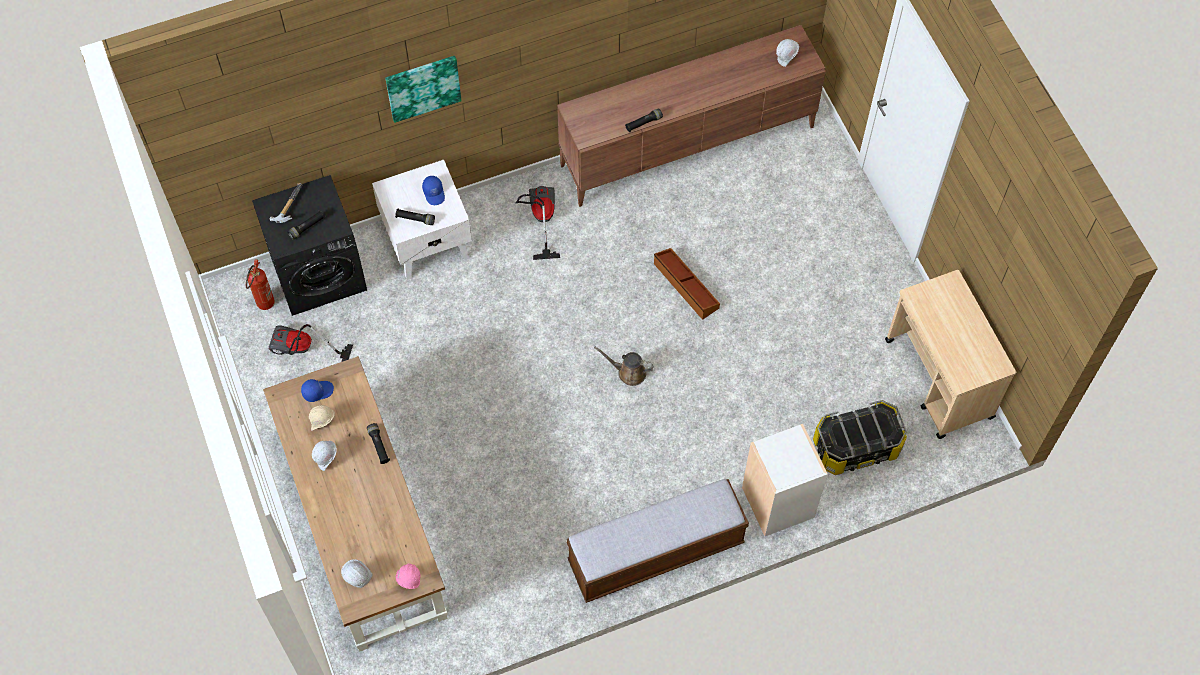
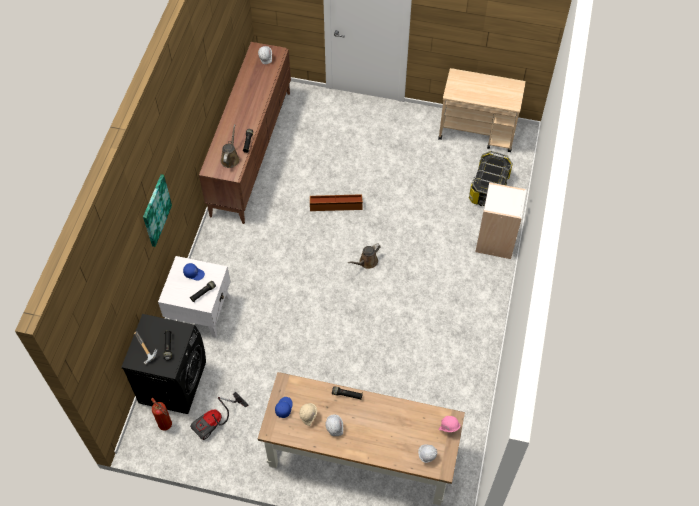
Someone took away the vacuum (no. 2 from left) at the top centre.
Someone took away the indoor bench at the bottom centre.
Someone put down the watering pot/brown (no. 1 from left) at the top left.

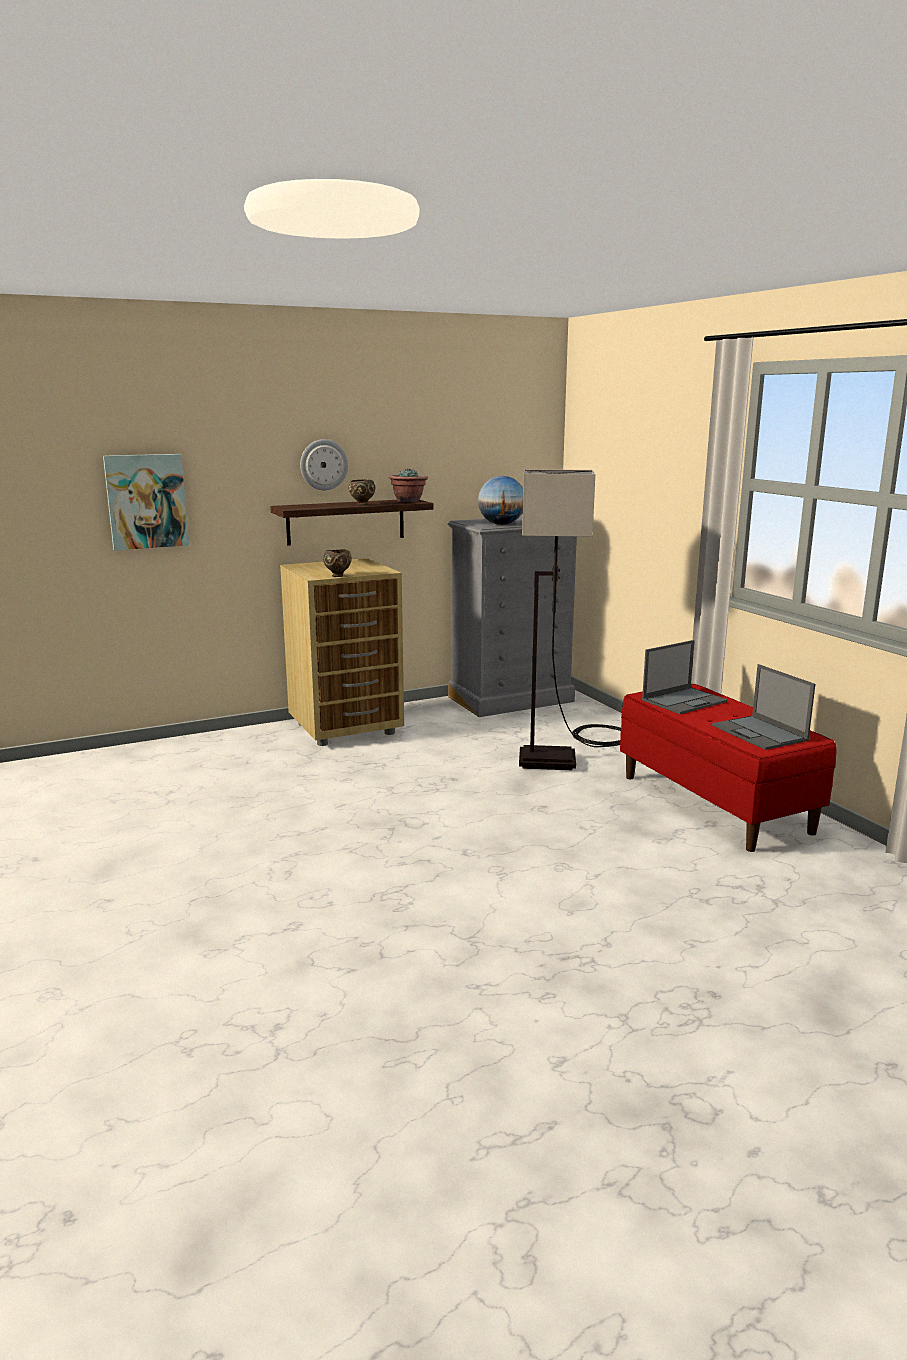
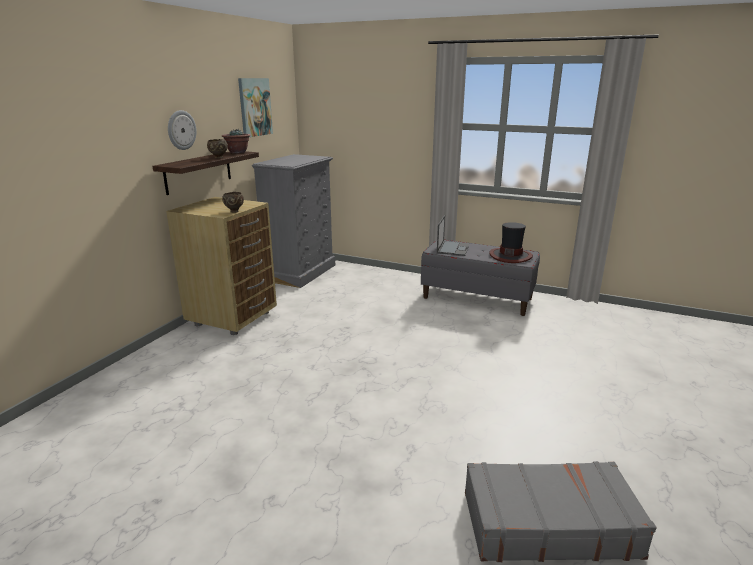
Someone took away the desk globe at the centre.
Someone took away the standing lamp at the centre.
Someone put down the piece of luggage/gray at the bottom right.
Someone carried the wall art from the middle left to the top centre.
Someone swapped the laptop (no. 2 from left) at the middle right for the hat at the middle right.
Someone repainted the indoor bench/red at the middle right, which became the indoor bench/gray at the centre.

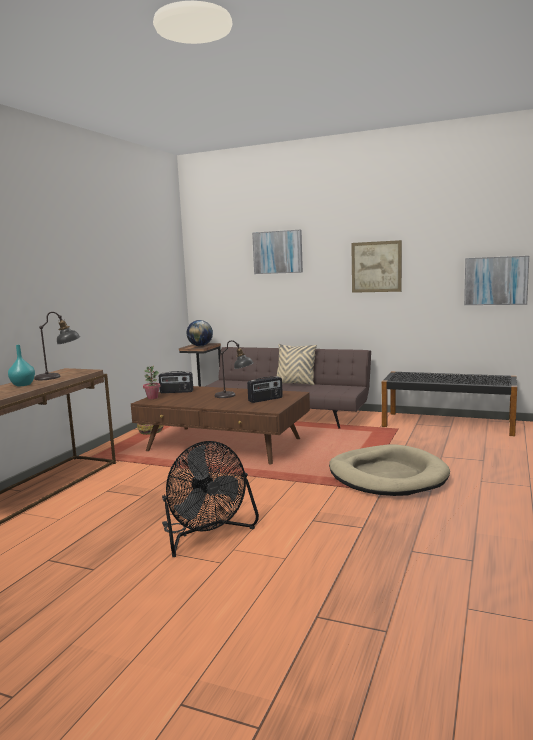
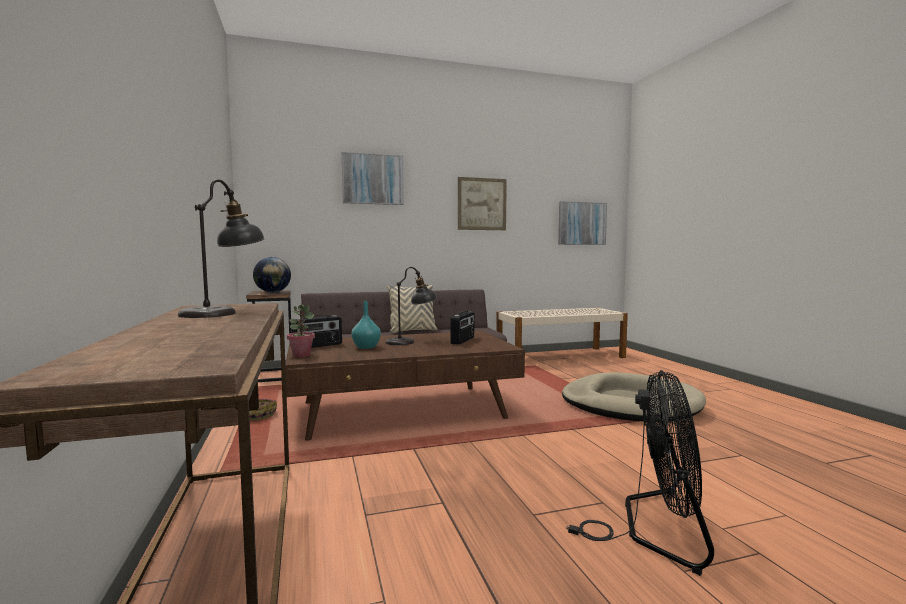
Someone carried the decorative vase/turquoise-coloured from the middle left to the centre.
Someone repainted the indoor bench/black at the middle right, which became the indoor bench/beige-coloured at the centre.

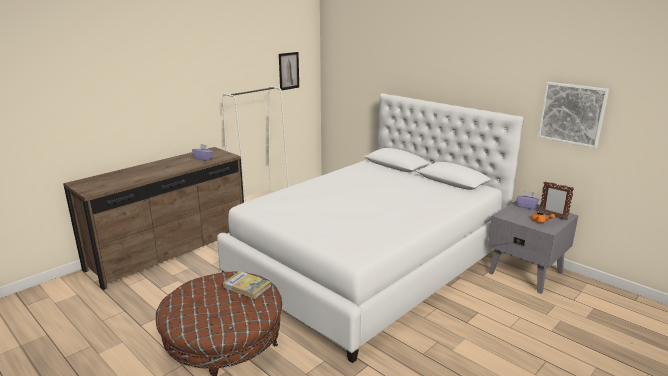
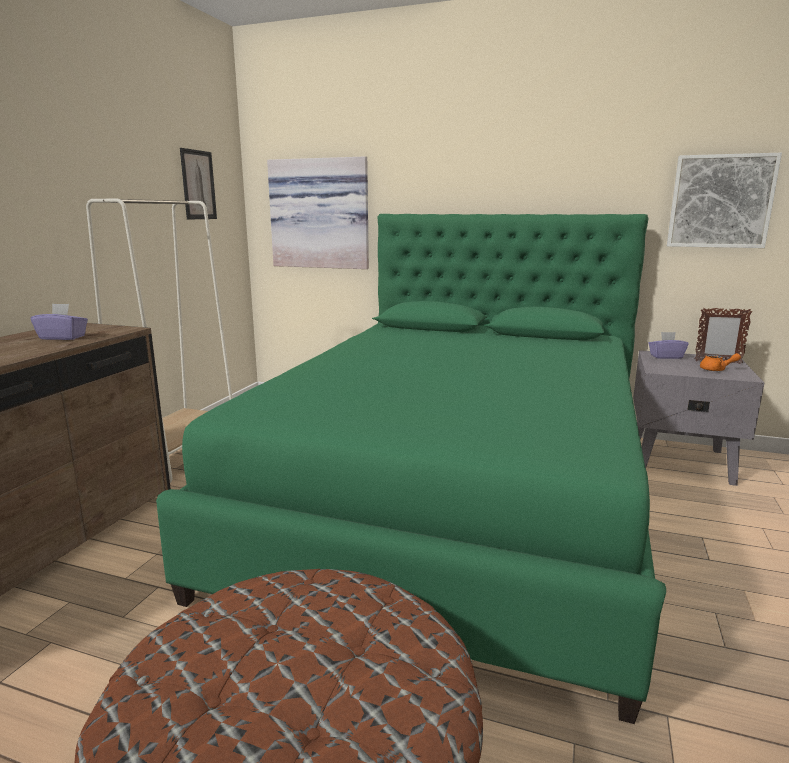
Someone took away the volume at the bottom centre.
Someone put up the wall art (no. 2 from left) at the top centre.
Someone repainted the bed/whitish at the centre, which became the bed/green at the centre.

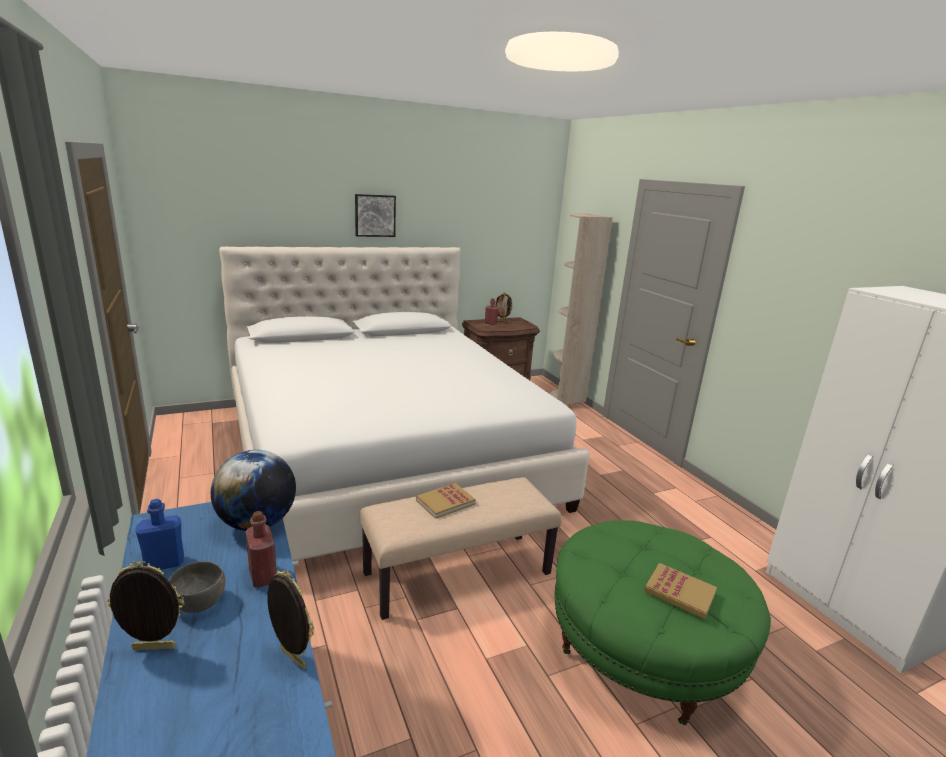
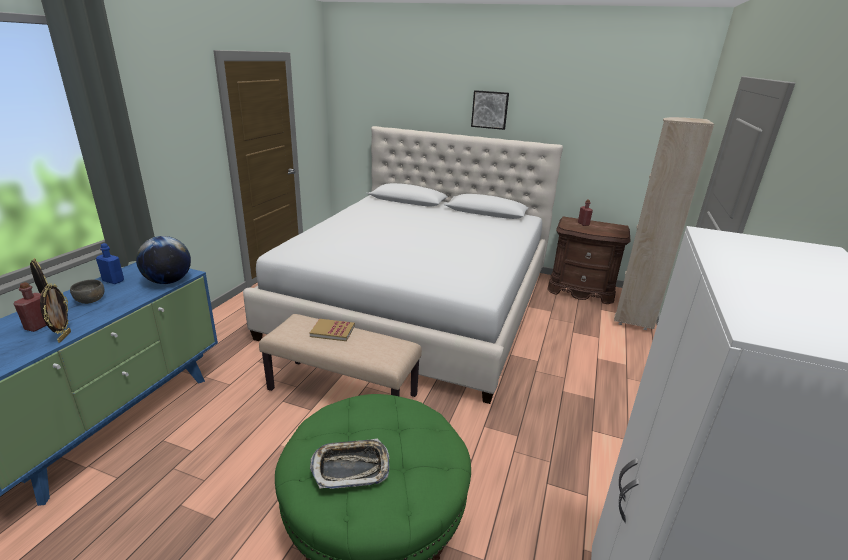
Someone took away the standing frame (no. 3 from left) at the centre.
Someone carried the beverage bottle/red (no. 1 from left) from the bottom left to the middle left.
Someone swapped the volume (no. 2 from left) at the bottom right for the carrying tray at the bottom centre.

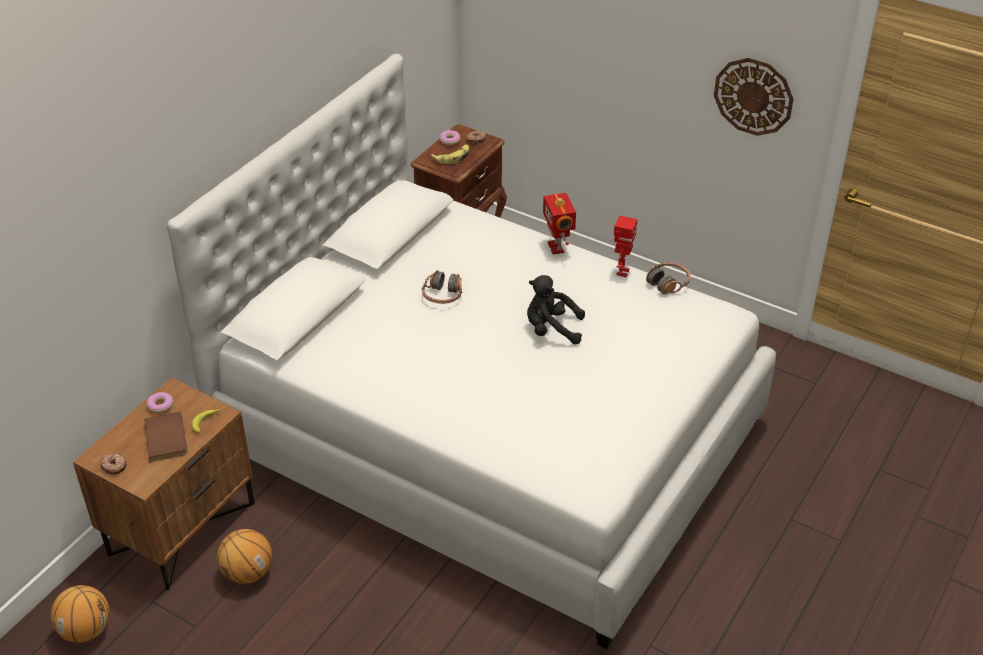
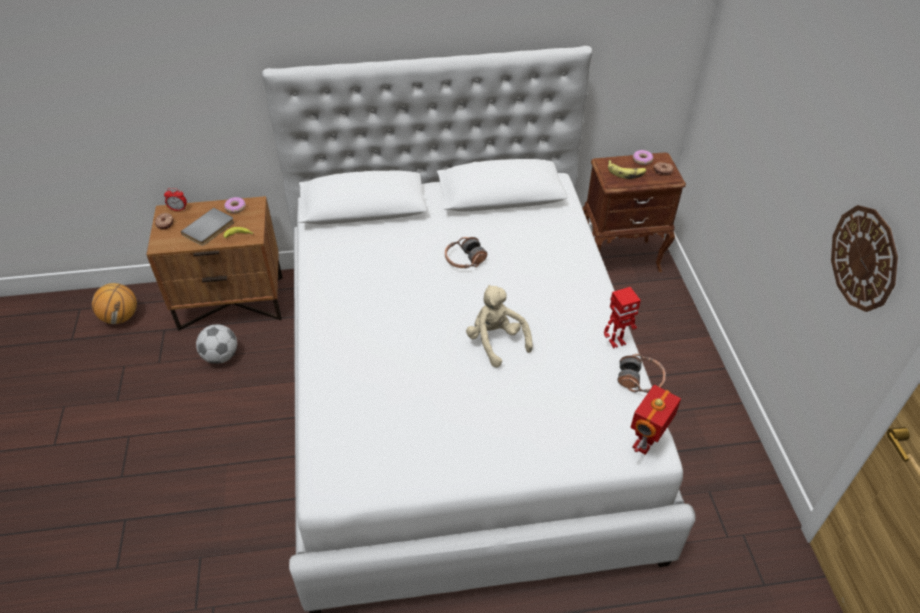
Someone put down the bedside clock at the top left.
Someone carried the toy robot (no. 1 from left in the first image) from the centre to the bottom right.
Someone swapped the basketball ball (no. 2 from left) at the bottom left for the football ball at the middle left.
Someone repainted the volume/brown at the bottom left, which became the volume/gray at the middle left.
Someone repainted the plush toy/black at the centre, which became the plush toy/beige-coloured at the centre.

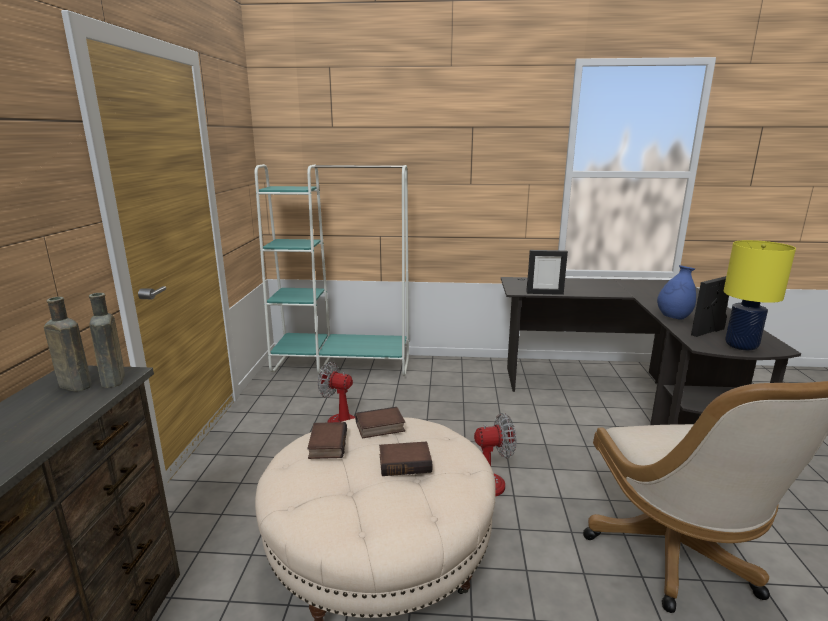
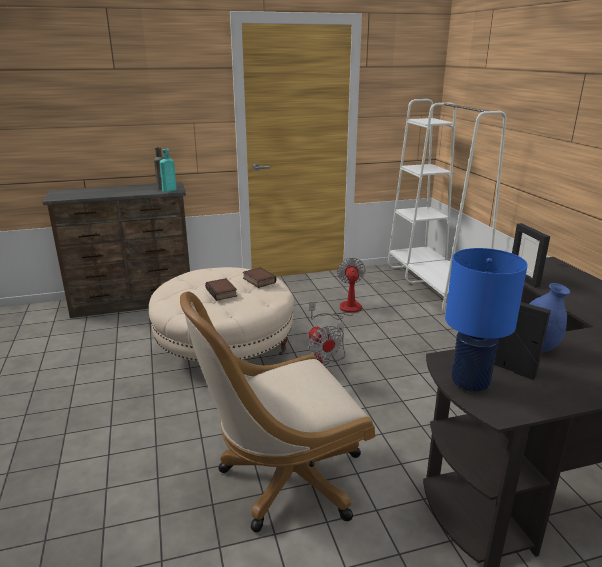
Someone took away the volume (no. 1 from left) at the bottom centre.
Someone repainted the beverage bottle/brown (no. 2 from left) at the middle left, which became the beverage bottle/turquoise-coloured at the top left.
Someone repainted the clothes rack/turquoise-coloured at the centre, which became the clothes rack/whitish at the middle right.
Someone repainted the lamp for a table/yellow-coloured at the middle right, which became the lamp for a table/blue at the middle right.

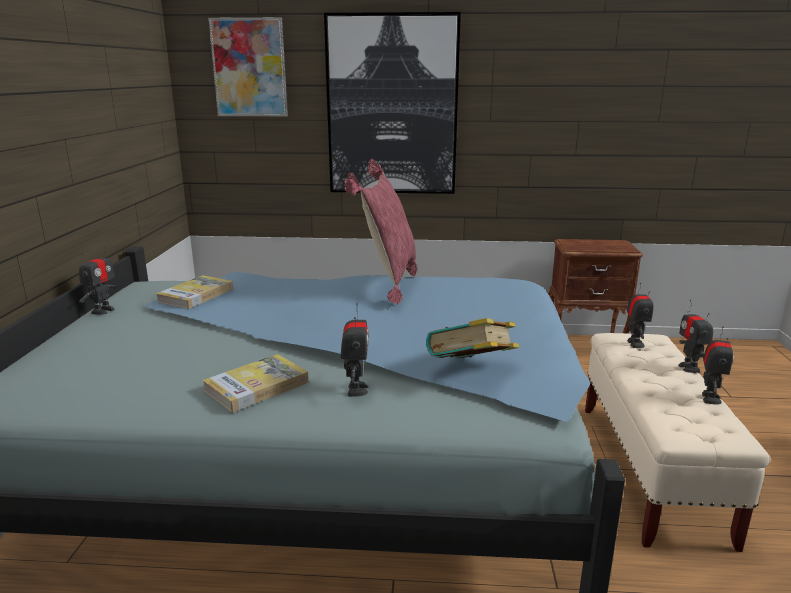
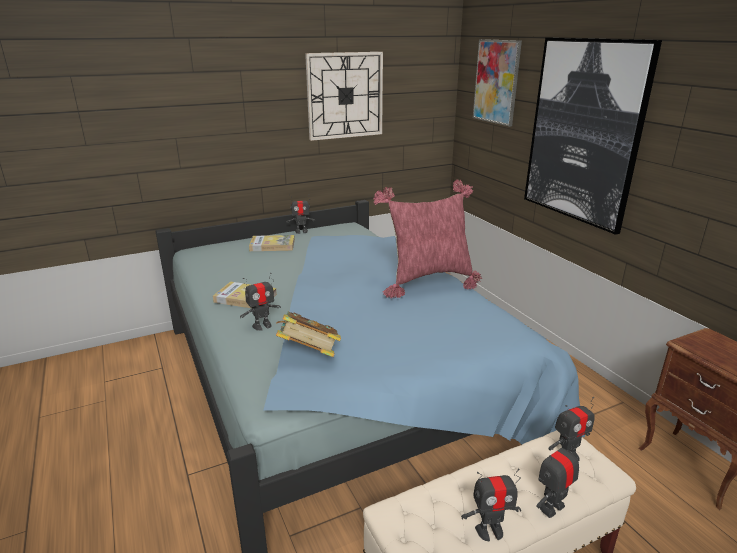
Someone put up the clock on the wall at the top centre.
Someone carried the volume (no. 1 from left in the first image) from the middle left to the centre.

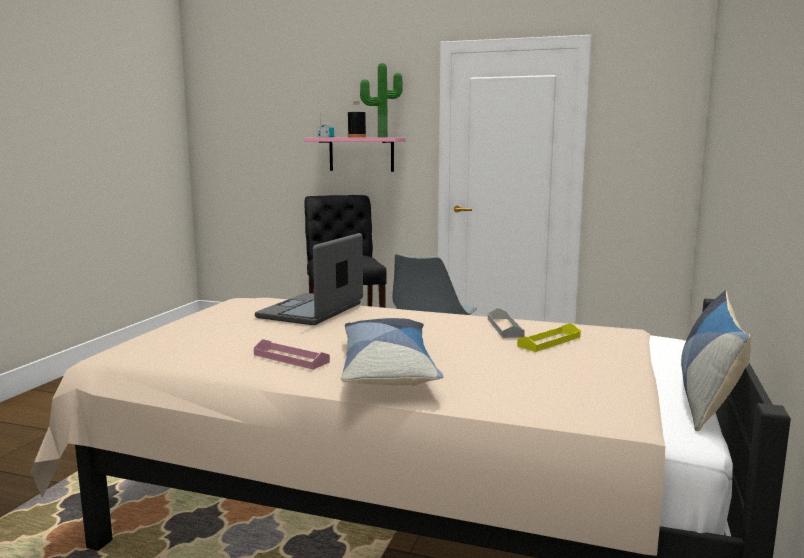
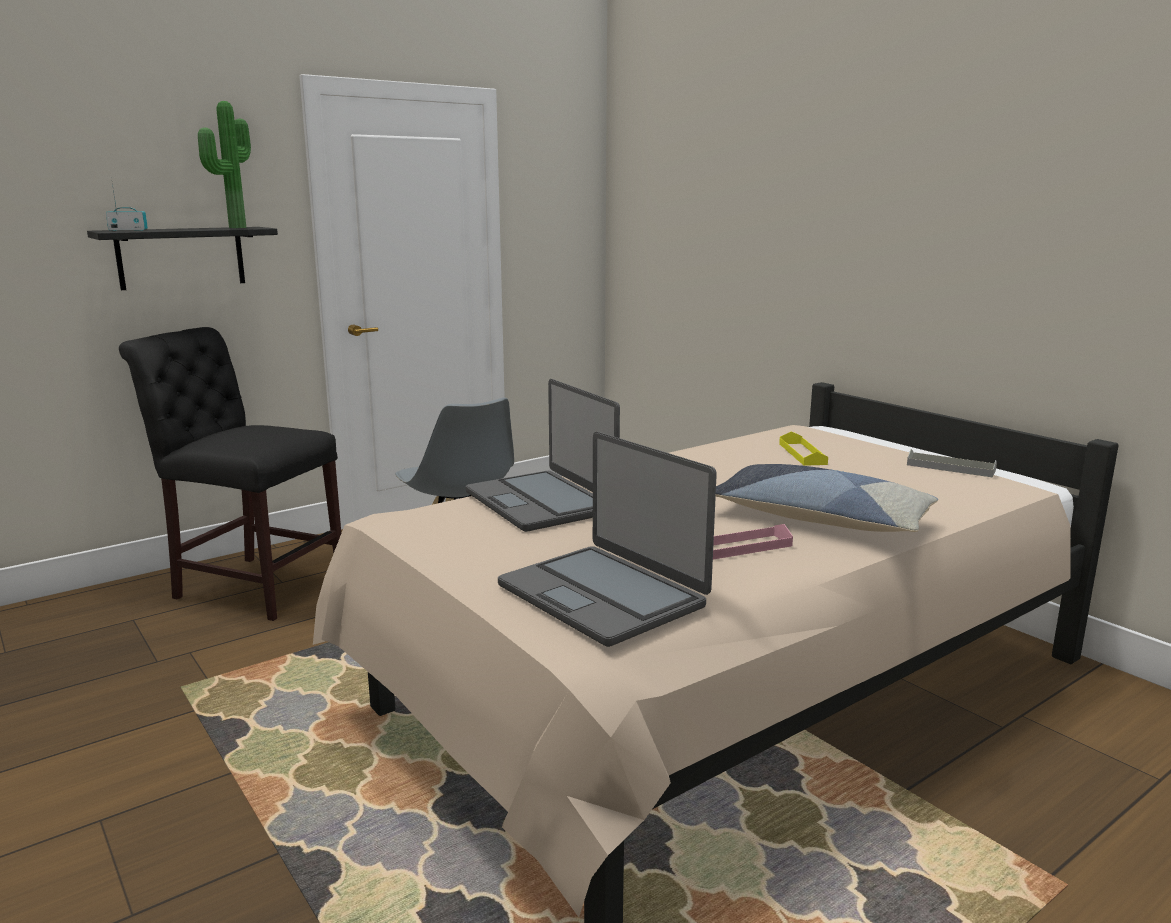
Someone took away the beverage bottle/black at the top centre.
Someone took away the pillow (no. 2 from left) at the middle right.
Someone put down the laptop (no. 2 from left) at the centre.
Someone carried the carrying tray/gray from the centre to the middle right.
Someone repainted the bracket shelf/pinkish at the top centre, which became the bracket shelf/black at the top left.

